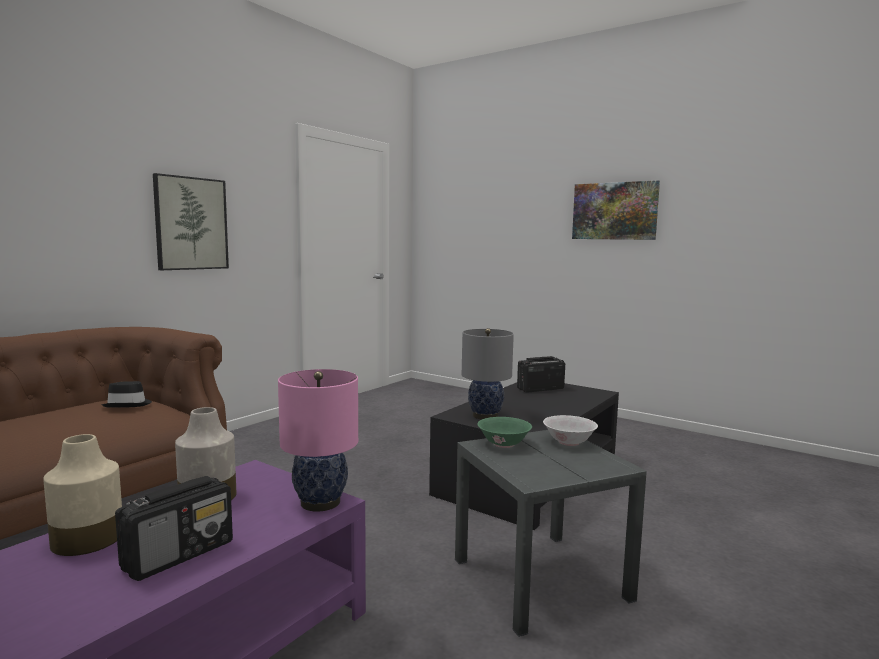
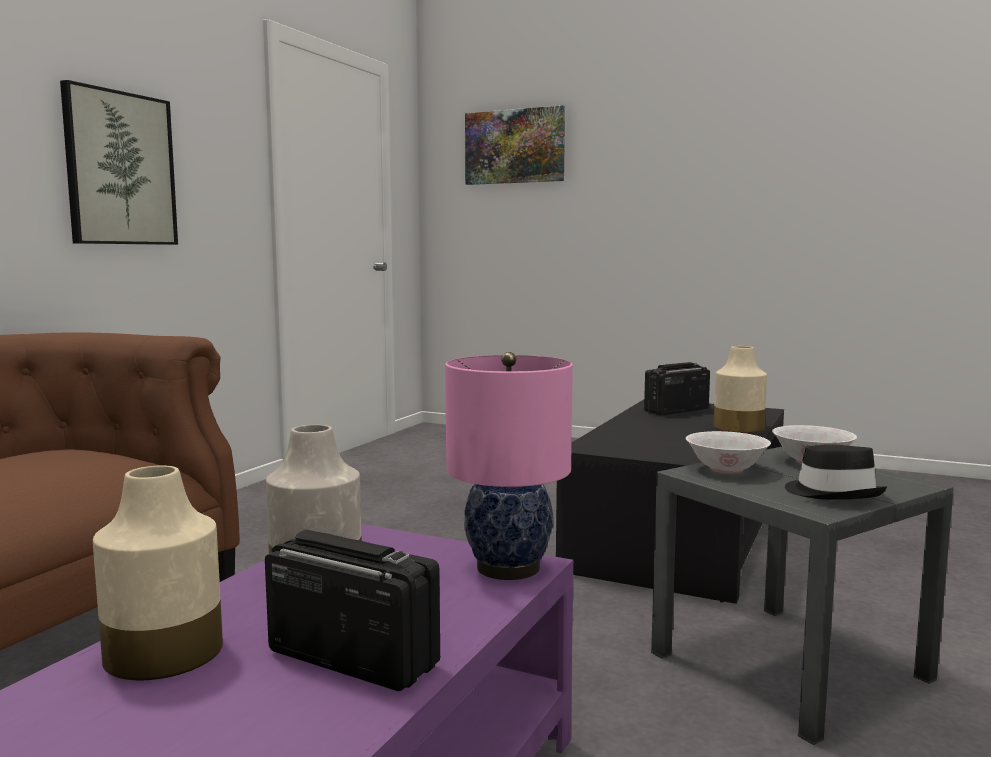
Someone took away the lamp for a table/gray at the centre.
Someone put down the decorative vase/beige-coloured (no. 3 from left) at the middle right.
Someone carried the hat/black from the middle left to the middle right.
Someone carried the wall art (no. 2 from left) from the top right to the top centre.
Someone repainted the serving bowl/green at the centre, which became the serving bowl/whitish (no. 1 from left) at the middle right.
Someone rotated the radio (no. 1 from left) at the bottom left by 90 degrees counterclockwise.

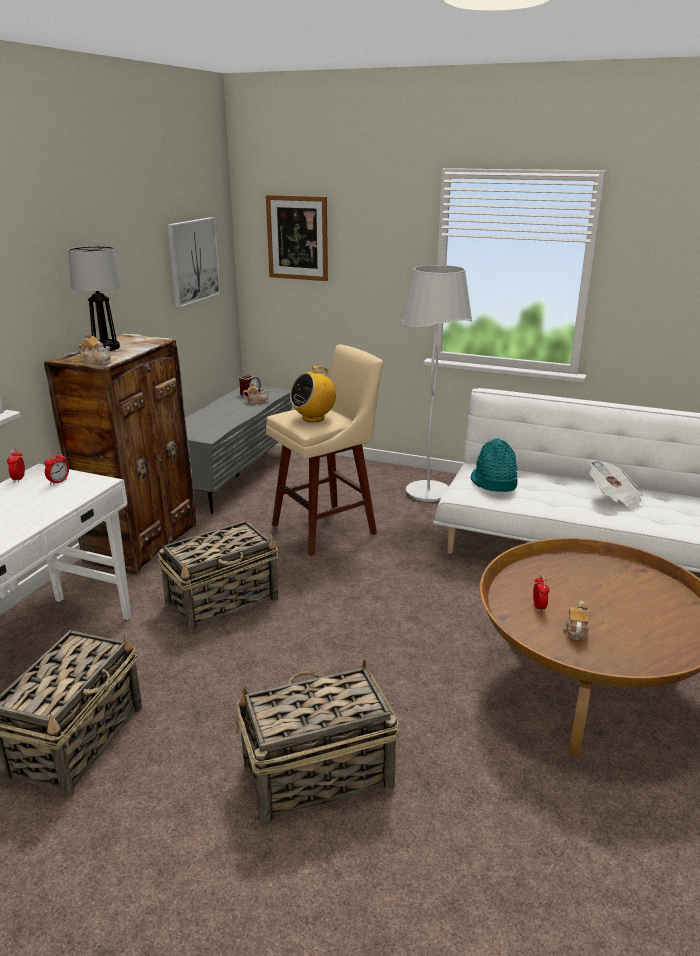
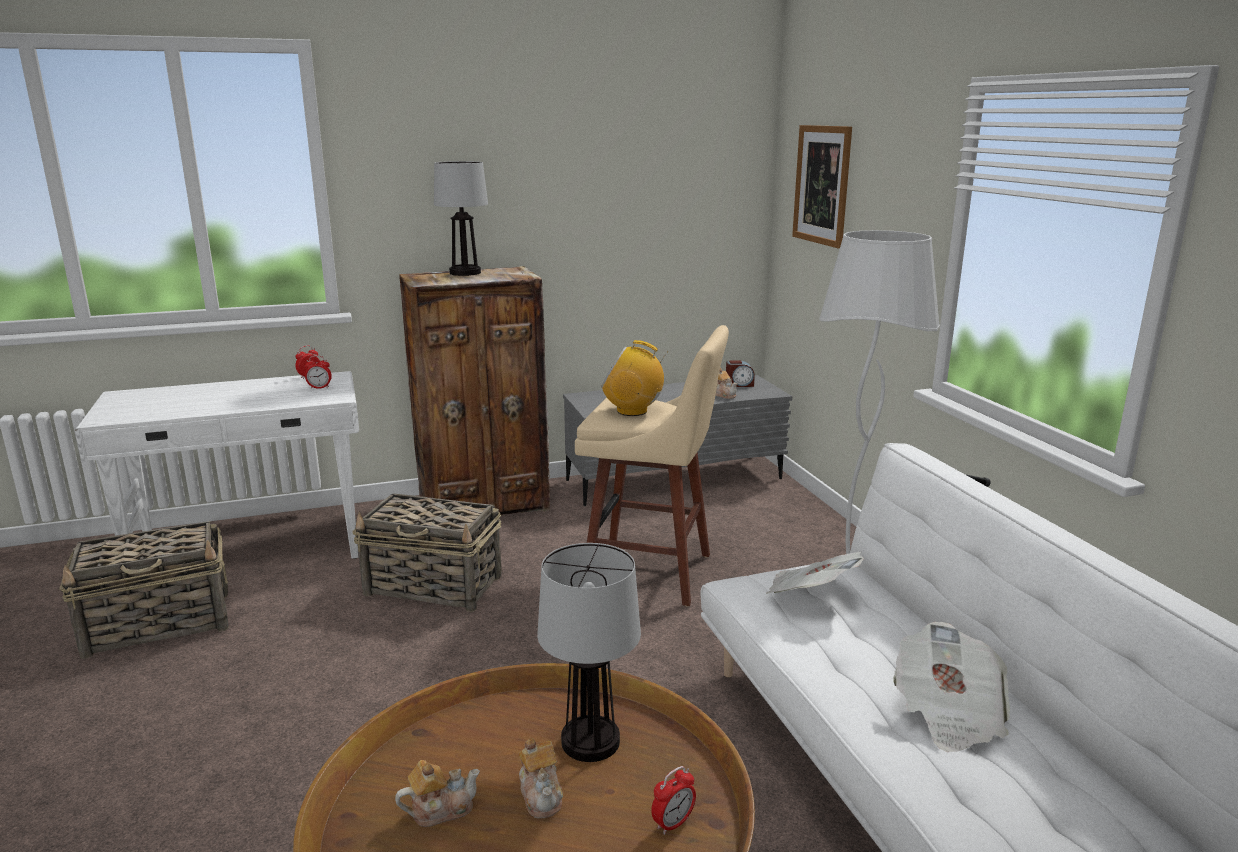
Someone took away the wall art (no. 1 from left) at the top left.
Someone took away the storage basket (no. 3 from left) at the bottom centre.
Someone put down the lamp for a table (no. 2 from left) at the bottom centre.
Someone carried the tea pot (no. 1 from left in the first image) from the middle left to the bottom centre.
Someone carried the bedside clock (no. 4 from left in the first image) from the middle right to the bottom centre.
Someone swapped the hat/turquoise-coloured at the middle right for the printed paper (no. 1 from left) at the bottom centre.

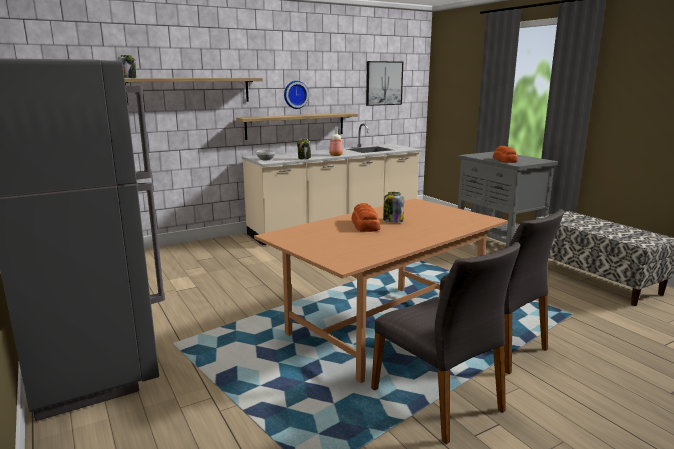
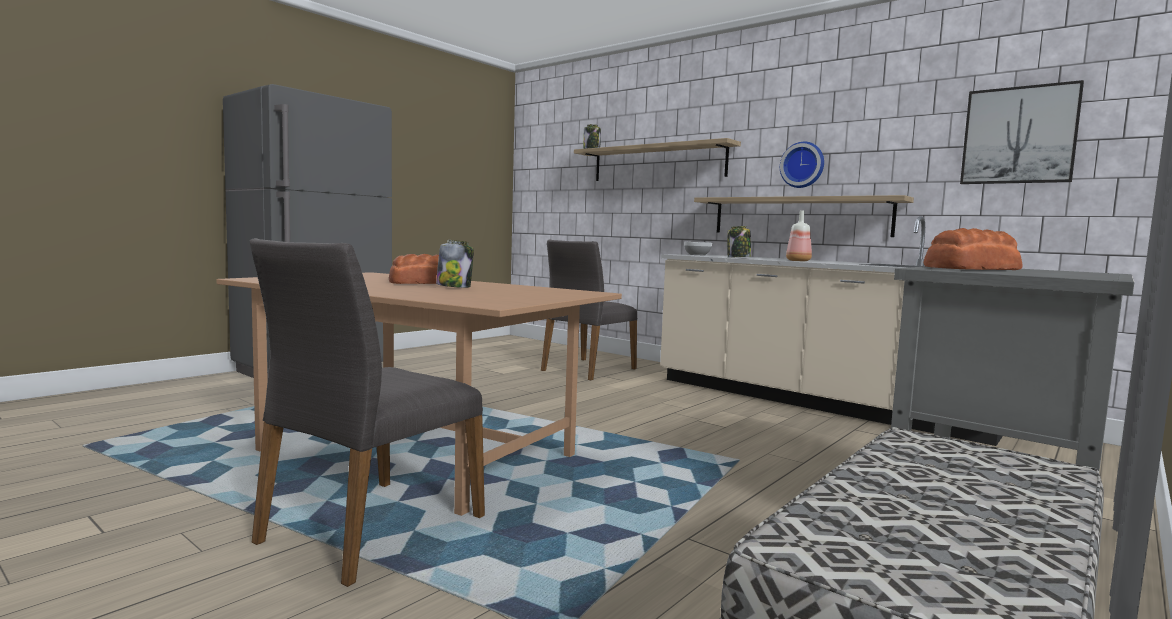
Someone carried the plain chair/gray (no. 1 from left in the first image) from the bottom centre to the centre.

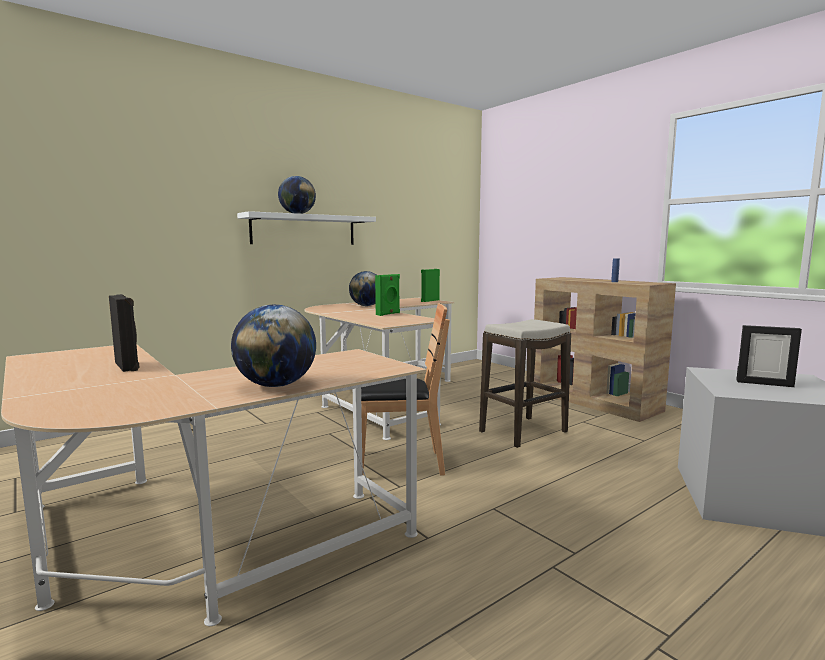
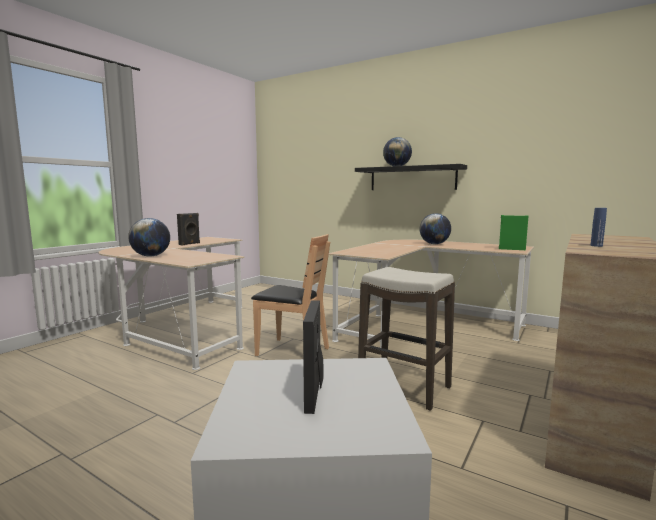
Someone took away the loudspeaker/green (no. 1 from left) at the centre.
Someone repainted the bracket shelf/whitish at the centre, which became the bracket shelf/black at the centre.
Someone rotated the plain chair/brown at the centre by 45 degrees counterclockwise.

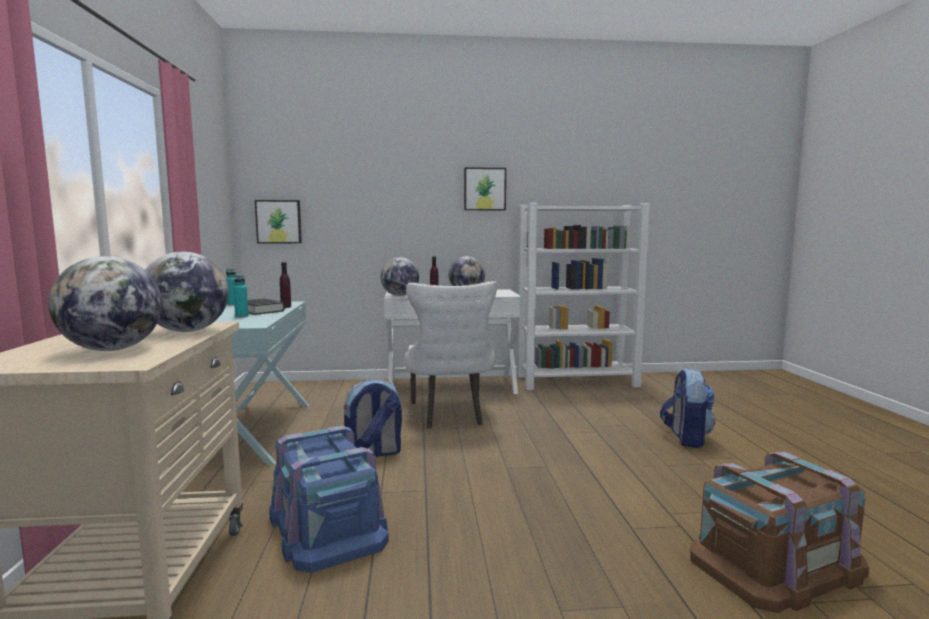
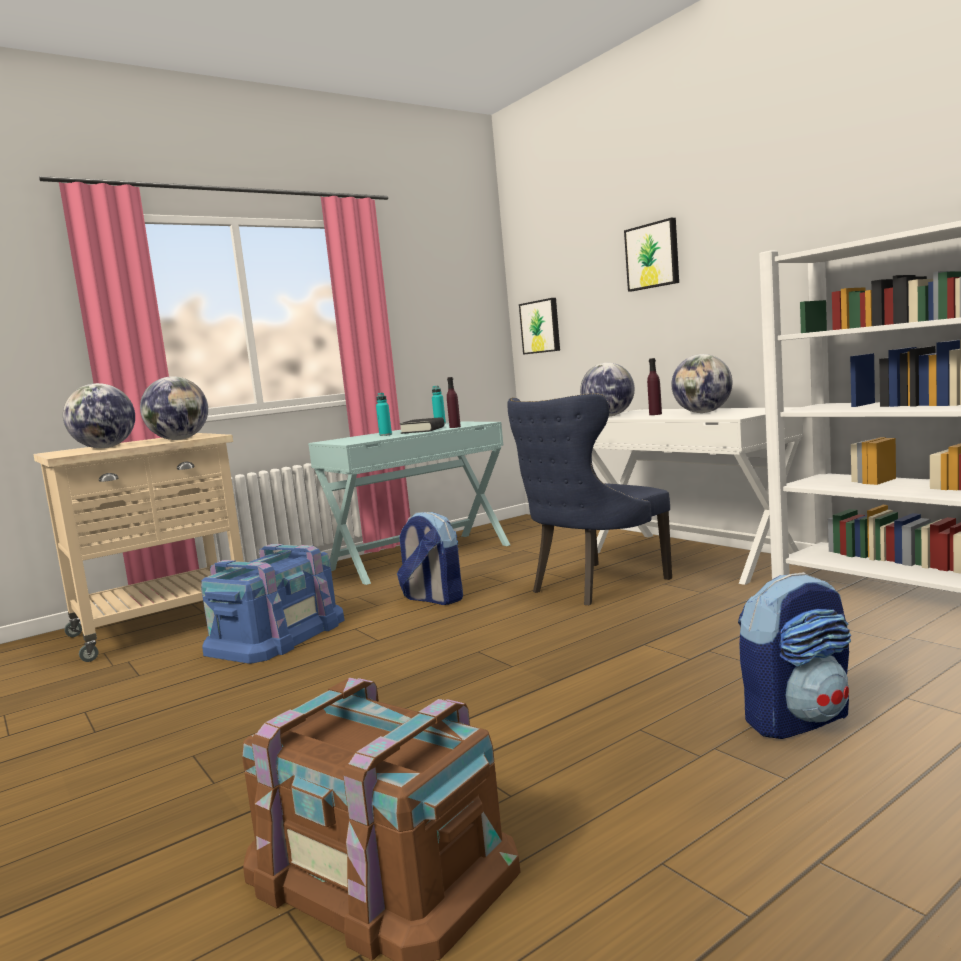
Someone carried the wall art (no. 2 from left) from the top centre to the top right.
Someone repainted the plain chair/whitish at the centre, which became the plain chair/blue at the centre.

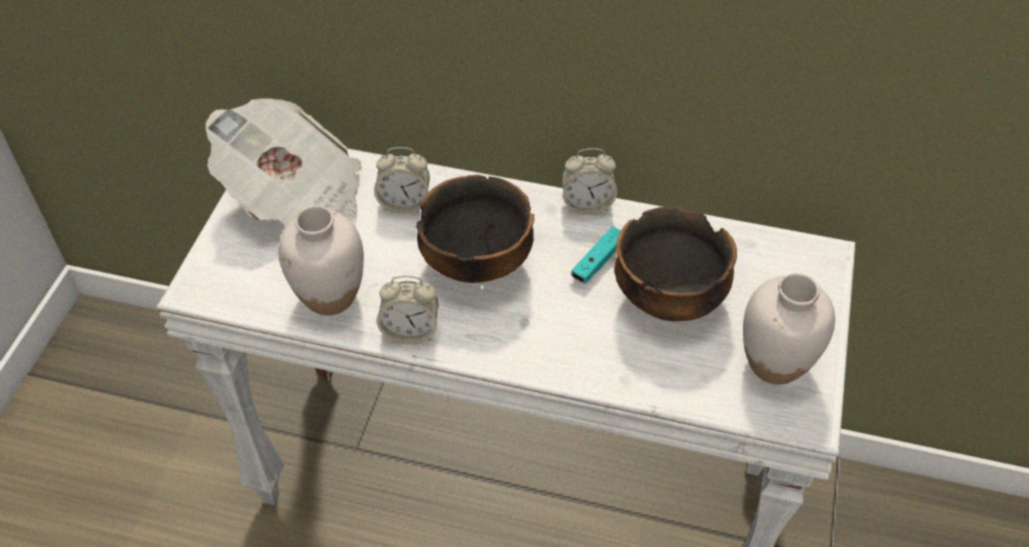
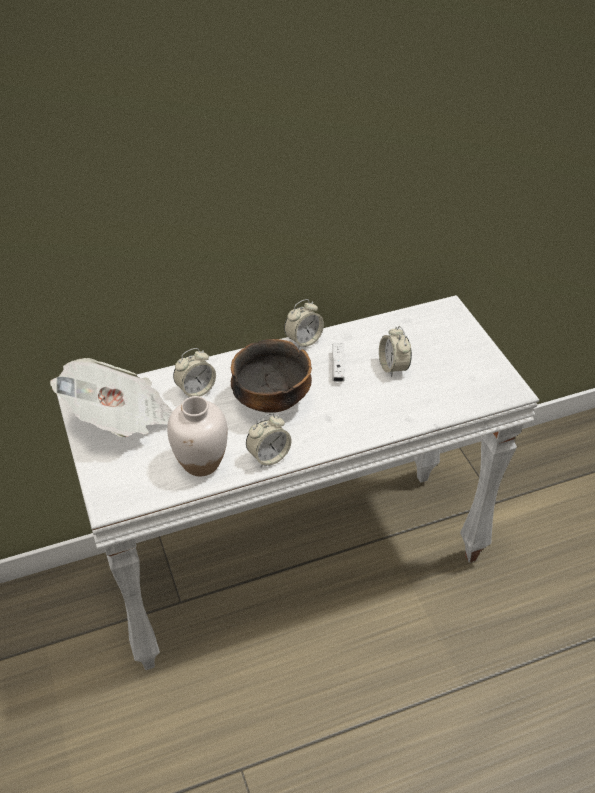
Someone took away the decorative vase/whitish (no. 2 from left) at the middle right.
Someone swapped the serving bowl (no. 2 from left) at the centre for the bedside clock (no. 4 from left) at the centre.
Someone repainted the gamepad/turquoise-coloured at the centre, which became the gamepad/whitish at the centre.

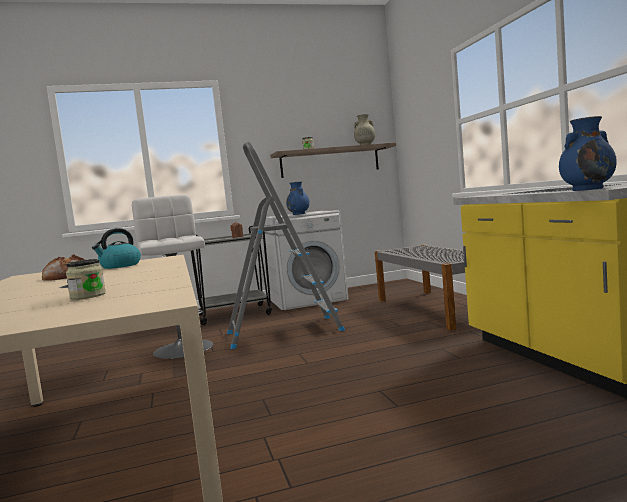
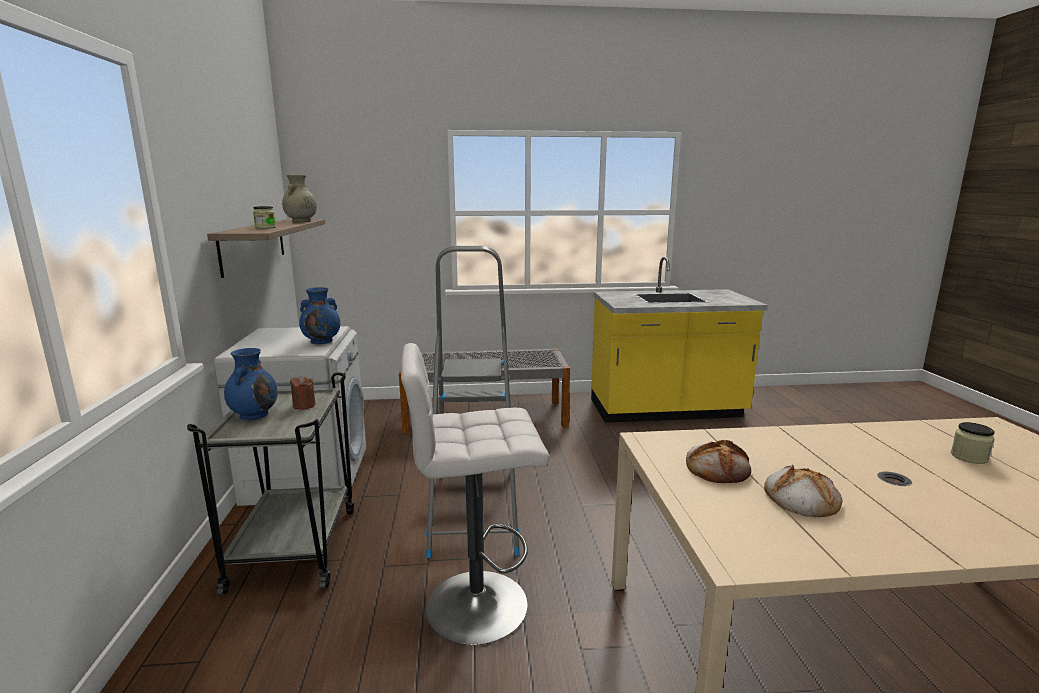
Someone carried the decorative vase/blue (no. 2 from left in the first image) from the top right to the middle left.
Someone swapped the water kettle at the middle left for the baked bread (no. 1 from left) at the middle right.

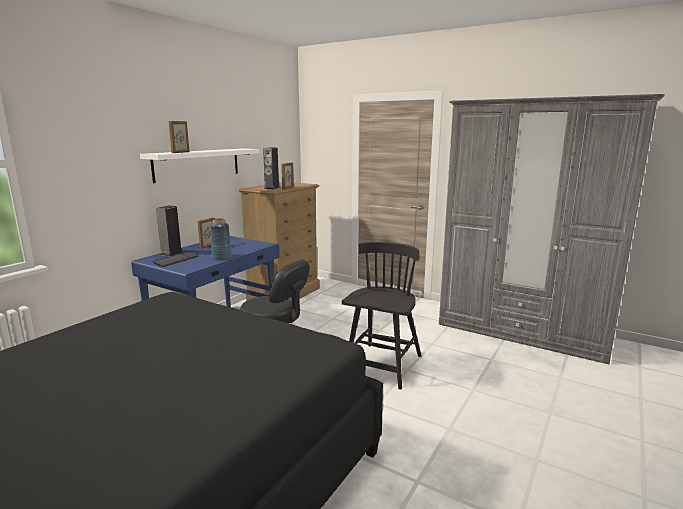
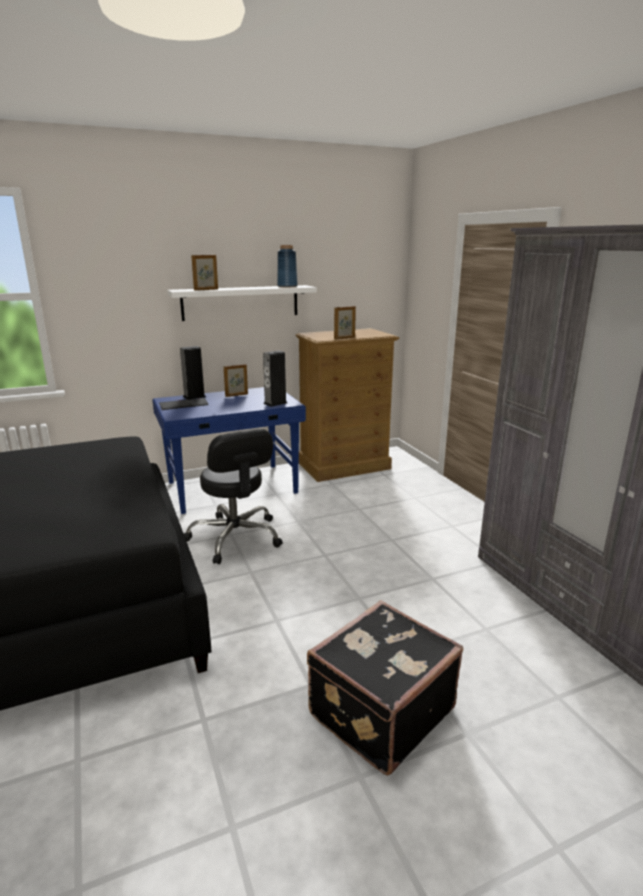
Someone took away the plain chair/black at the centre.
Someone put down the piece of luggage/black at the bottom centre.
Someone carried the decorative vase/blue from the middle left to the top centre.
Someone carried the loudspeaker (no. 2 from left) from the top centre to the centre.

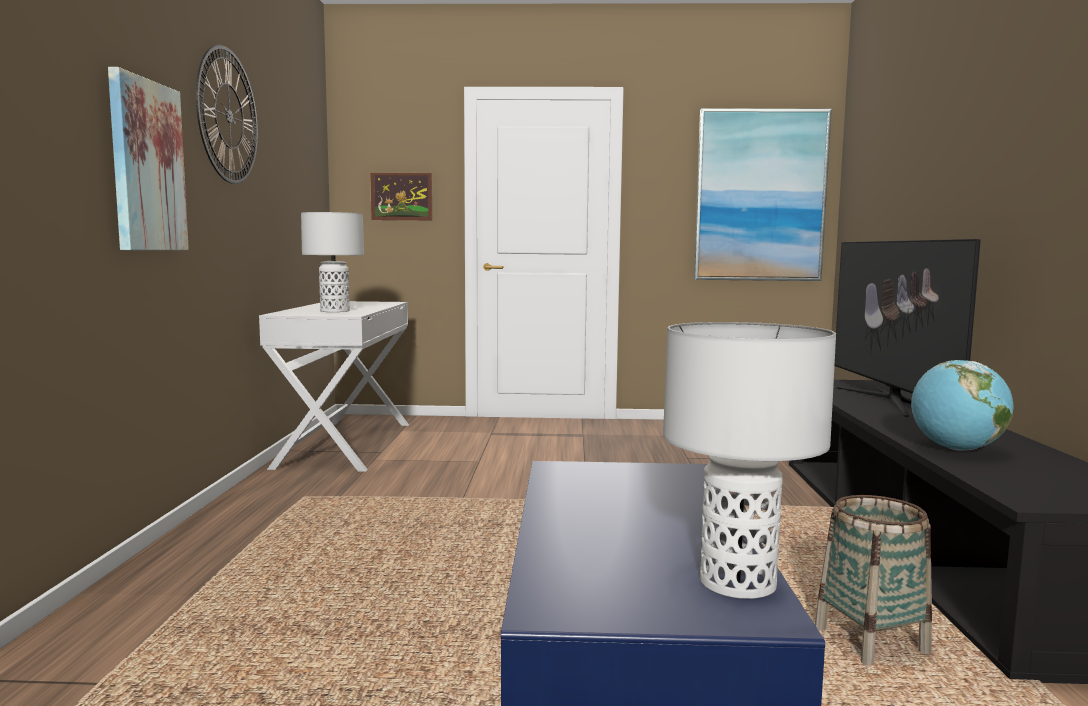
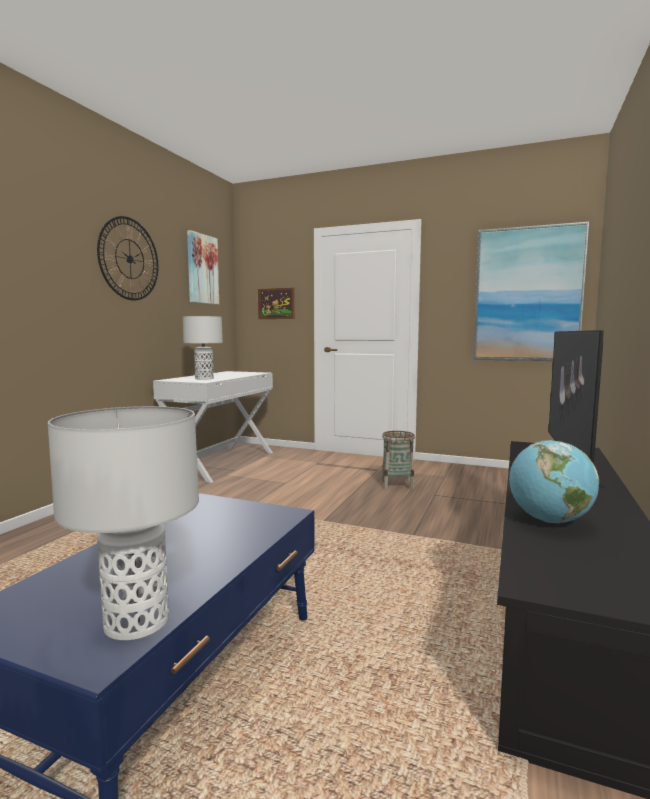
Someone carried the wall art (no. 1 from left) from the top left to the middle left.
Someone carried the storage basket from the bottom right to the centre.

